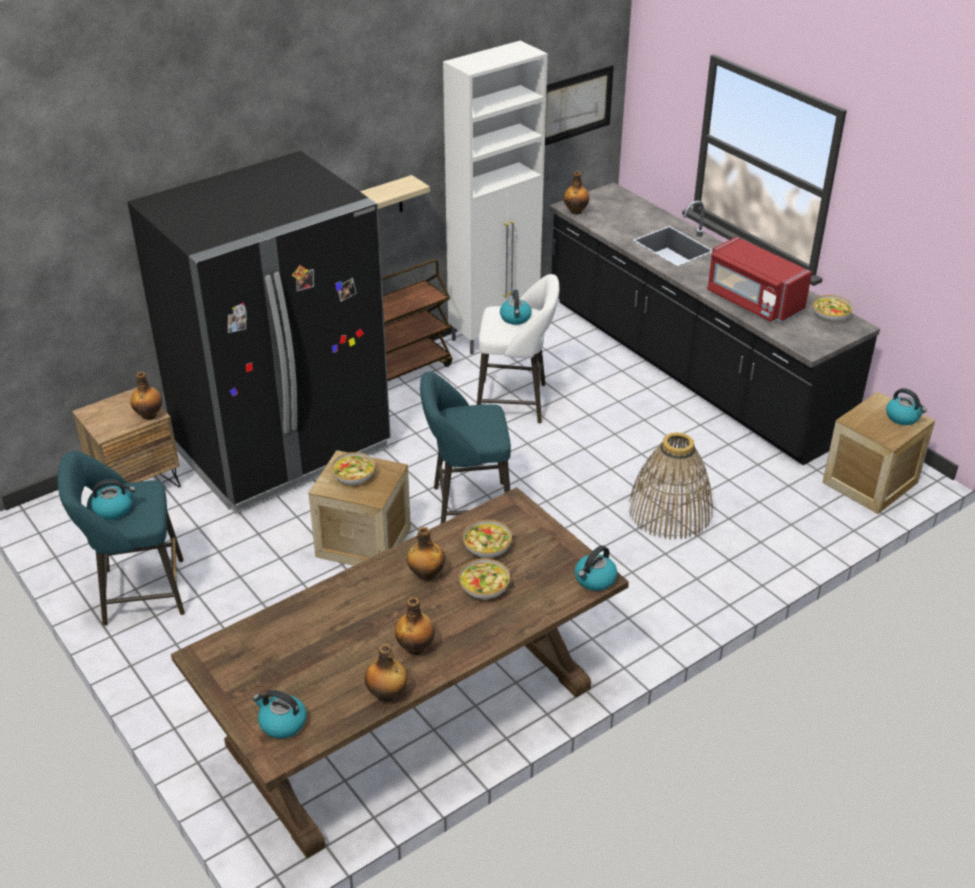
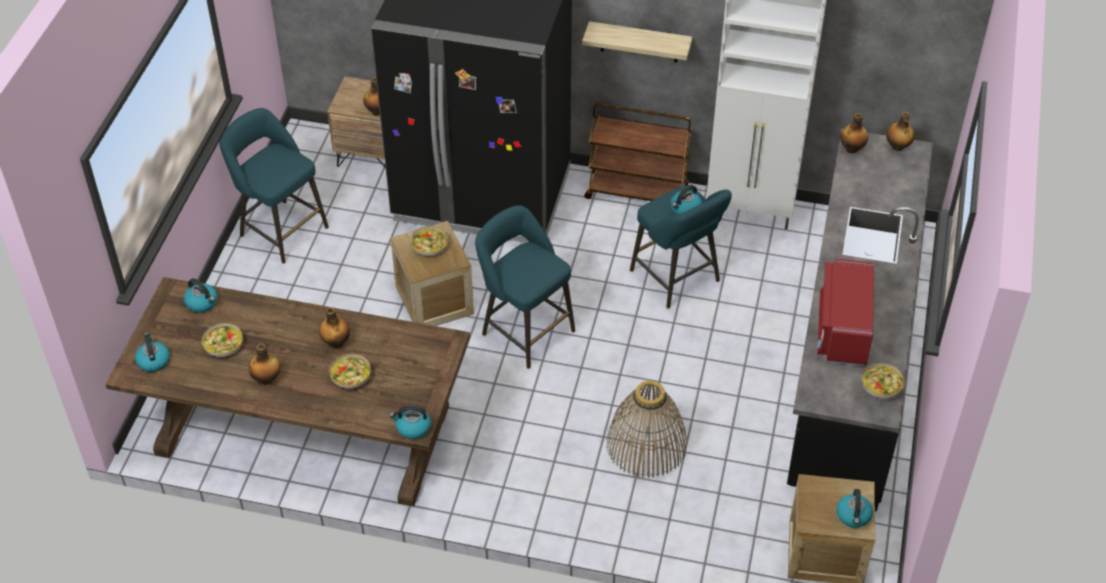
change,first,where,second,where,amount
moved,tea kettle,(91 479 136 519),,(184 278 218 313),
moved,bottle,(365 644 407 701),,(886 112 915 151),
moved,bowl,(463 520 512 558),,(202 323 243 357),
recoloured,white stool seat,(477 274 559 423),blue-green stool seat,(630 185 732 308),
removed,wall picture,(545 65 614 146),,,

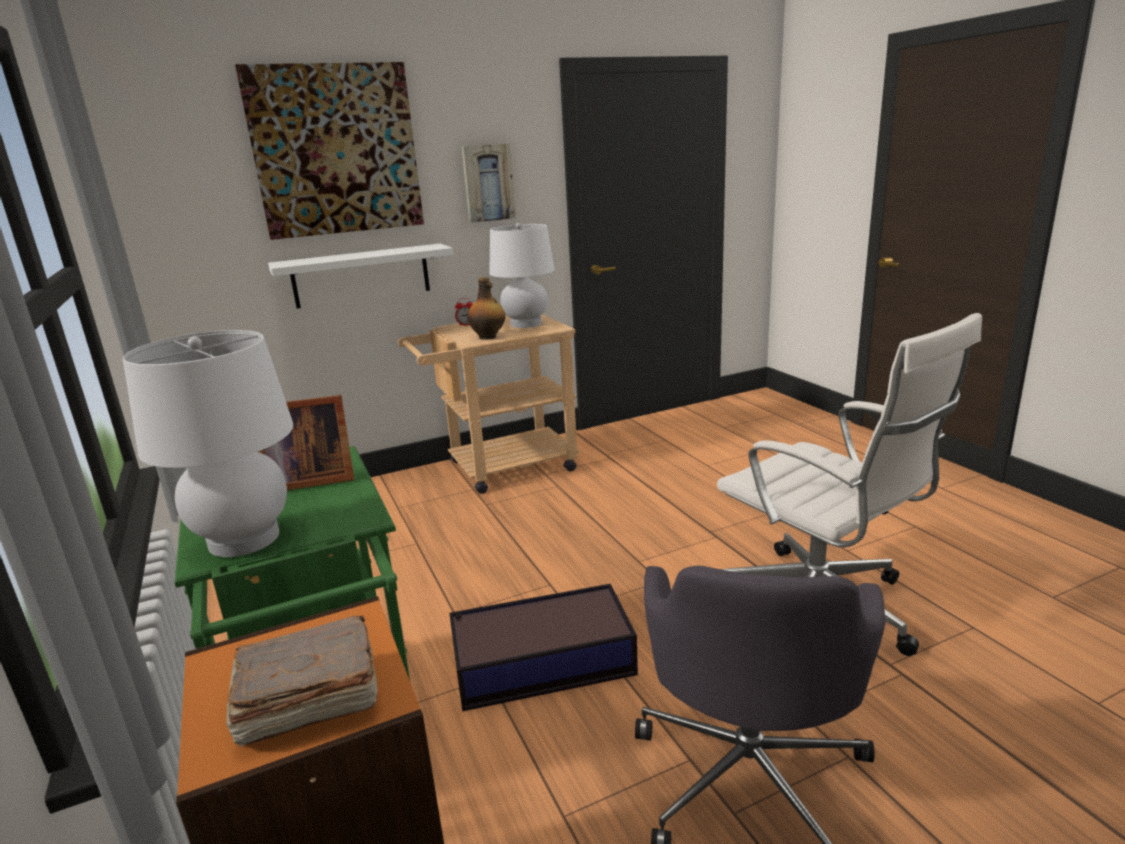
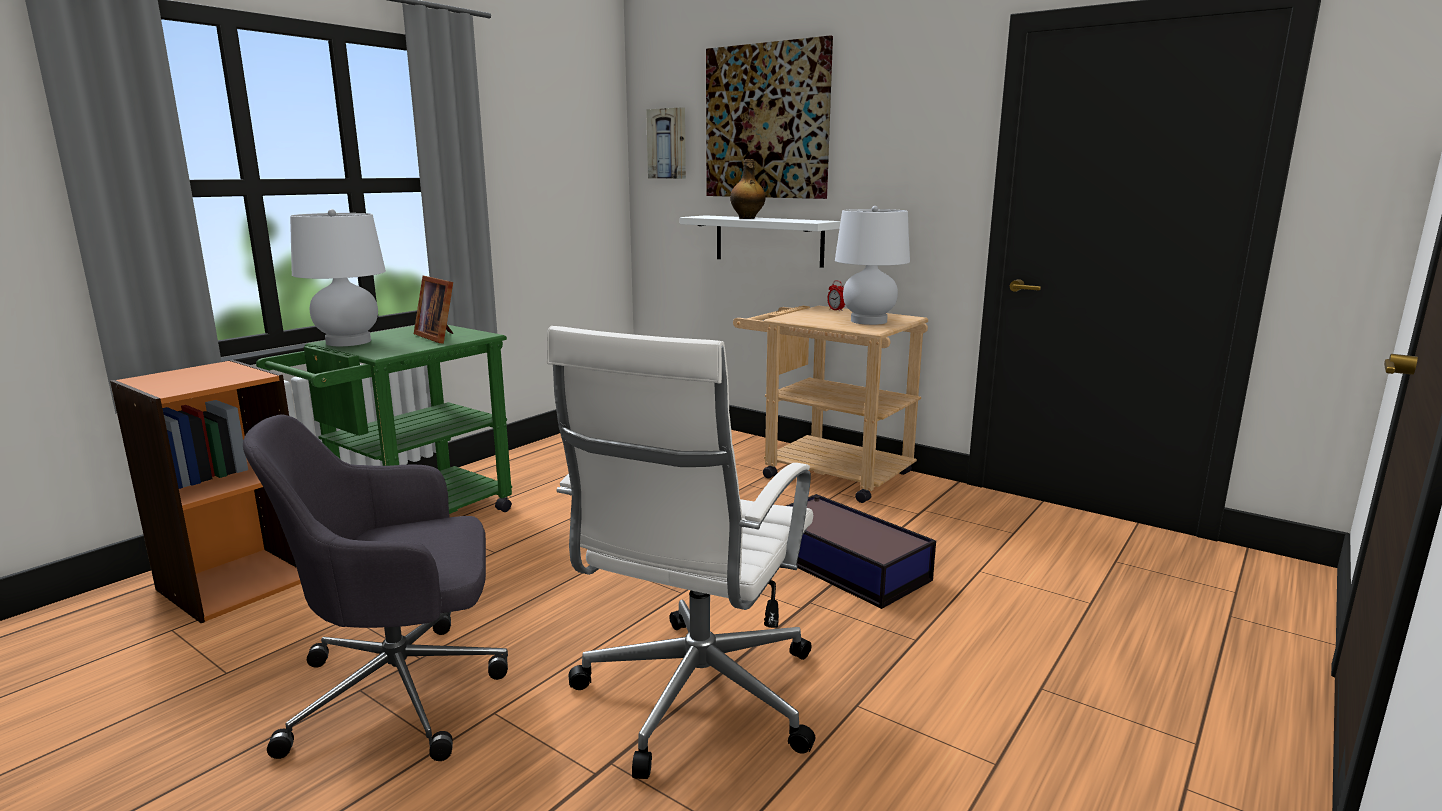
change,first,where,second,where,amount
removed,brown-coloured volume,(226 615 378 747),,,
moved,storage container,(449 584 638 711),,(786 494 936 609),
moved,wall picture,(462 144 515 223),,(646 107 686 179),
moved,bottle,(467 277 505 340),,(730 159 766 219),

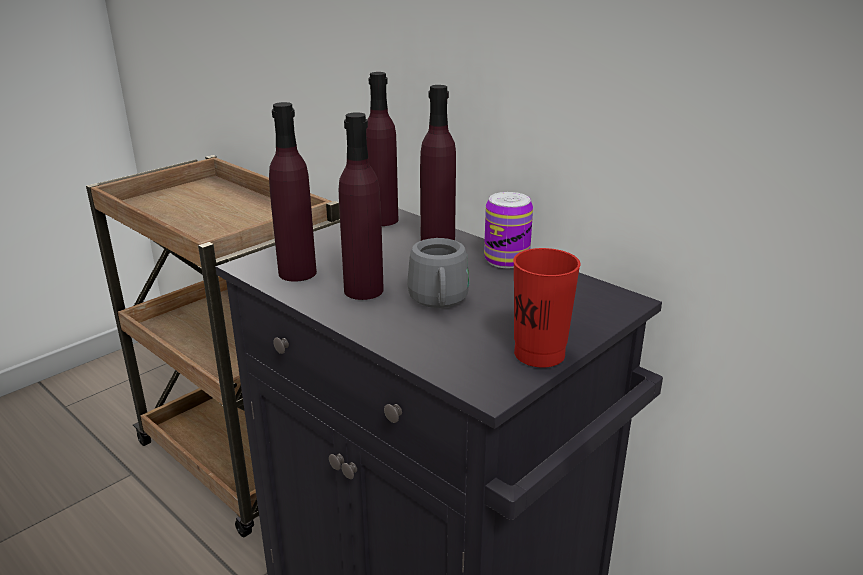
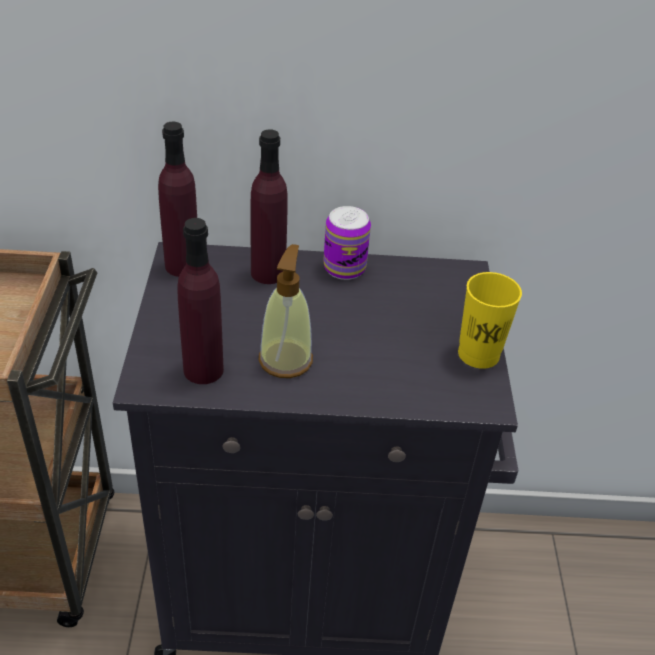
change,first,where,second,where,amount
replaced,purplish bottle,(339 112 384 300),soap dispenser,(258 244 313 378),
removed,grey tea mug,(407 238 469 308),,,
recoloured,red-coloured cup,(513 248 581 368),yellow cup,(458 272 522 369),

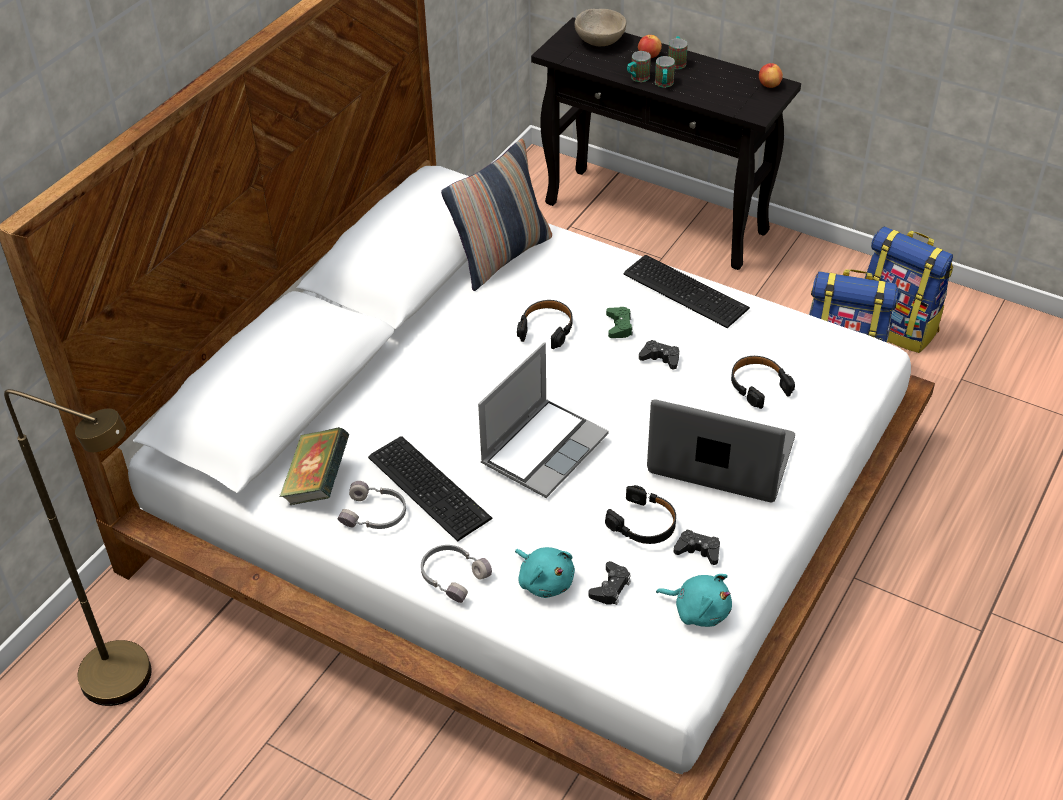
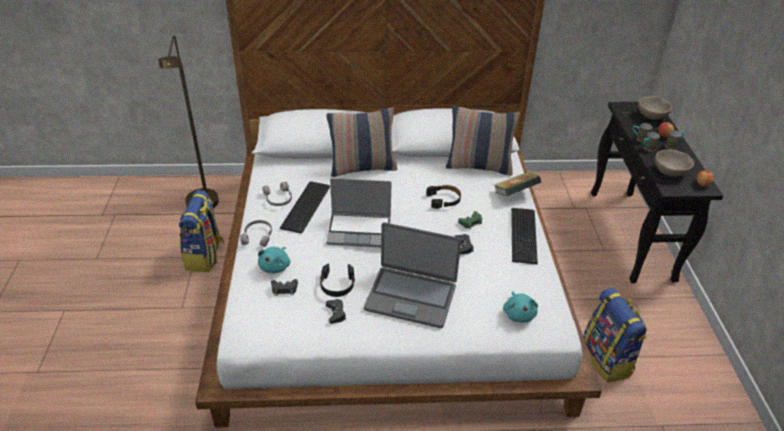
change,first,where,second,where,amount
moved,volume,(280 427 349 505),,(494 172 541 196),
turned,laptop,(647 399 795 502),,(364 222 461 328),120 degrees clockwise
moved,blue-green soft toy,(656 574 732 627),,(503 291 538 323),
removed,blackish headphones,(731 356 795 409),,,
moved,rucksack,(864 227 953 353),,(179 190 225 272),
added,,,cushion,(326 107 397 177),
added,,,beige-coloured bowl,(655 149 694 177),

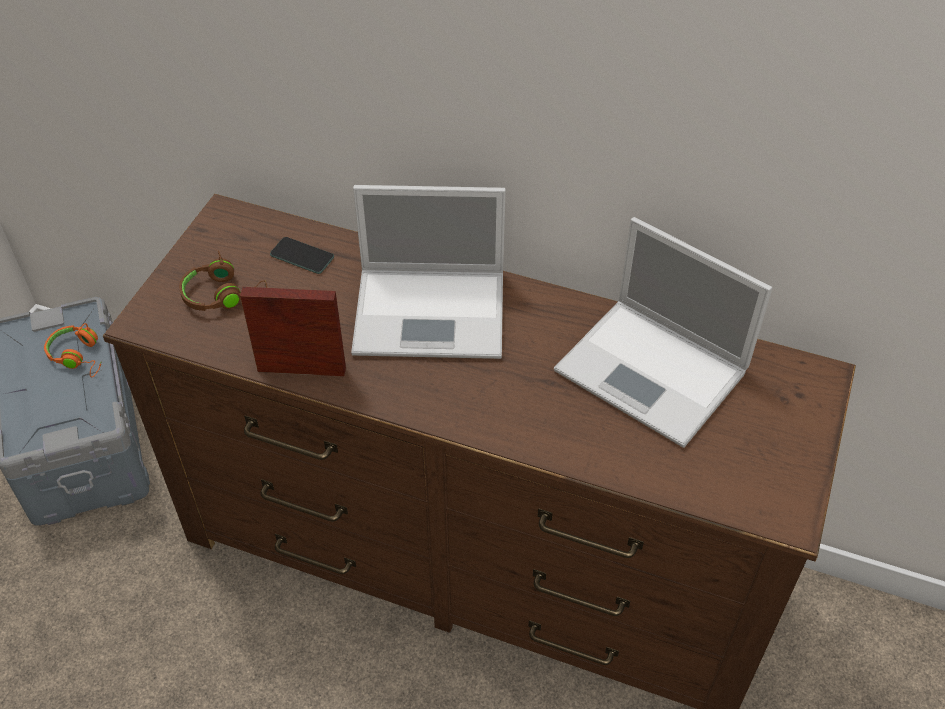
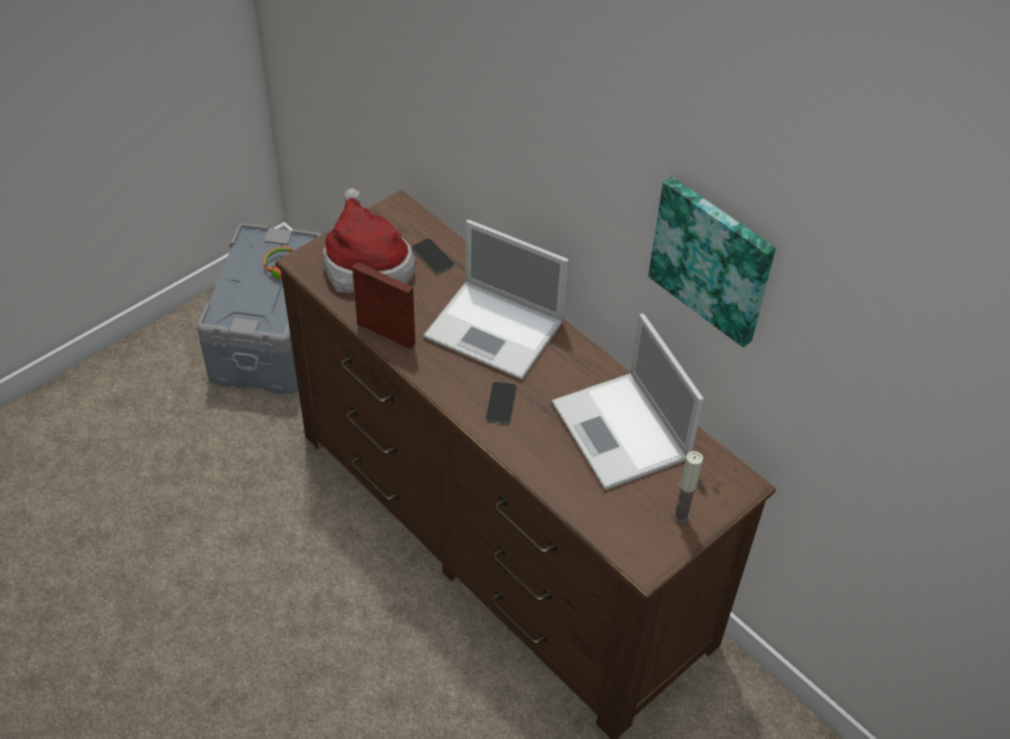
change,first,where,second,where,amount
replaced,brown-coloured headphones,(179 251 268 311),hat,(323 188 416 293),
added,,,phone,(486 382 517 424),
added,,,wall picture,(648 177 776 348),
added,,,candle,(673 451 703 523),

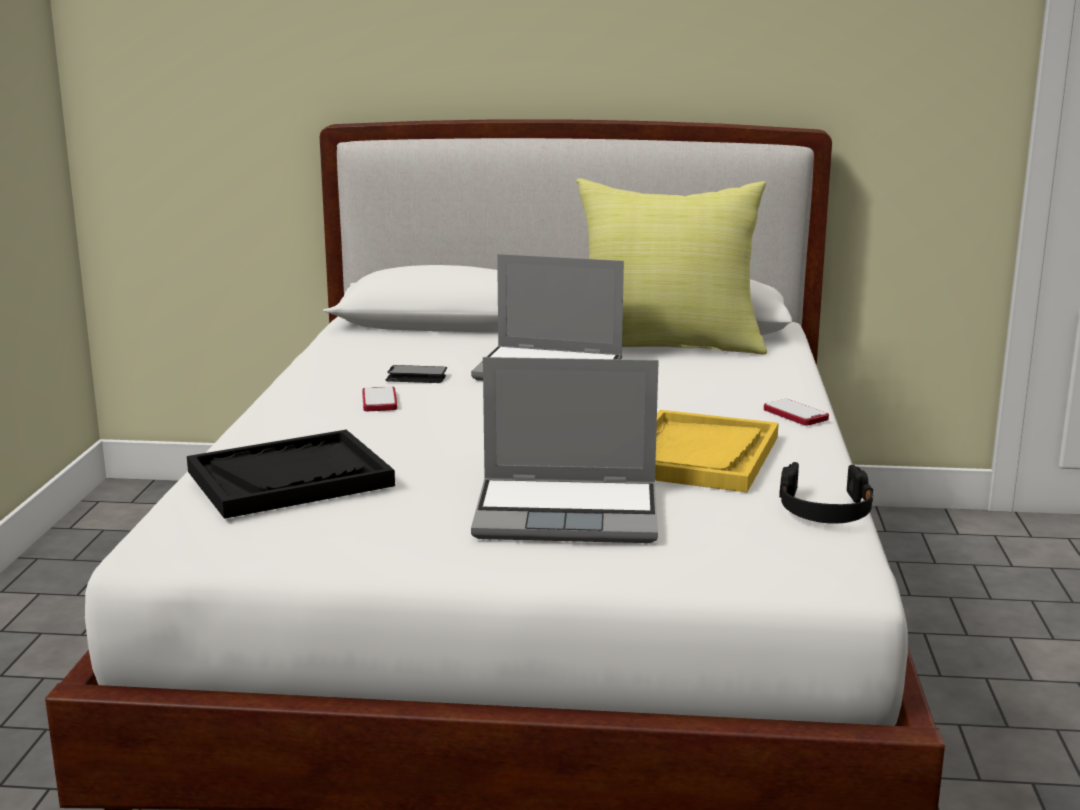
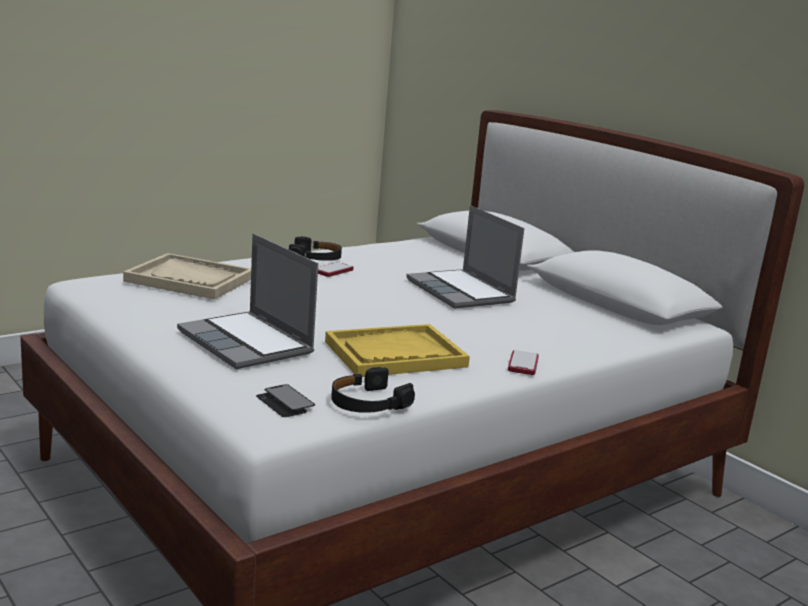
change,first,where,second,where,amount
recoloured,blackish carrying tray,(187 430 395 519),beige-coloured carrying tray,(123 253 251 300),
moved,phone,(386 365 447 383),,(256 384 315 417),
removed,yellow cushion,(576 178 767 355),,,
added,,,blackish headphones,(289 237 342 261),

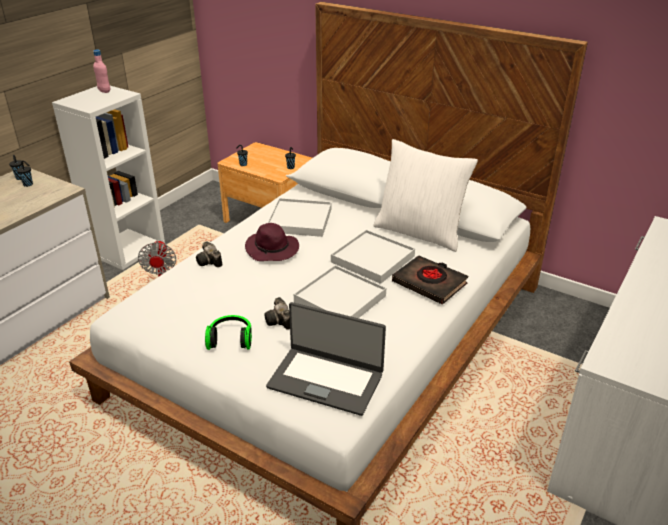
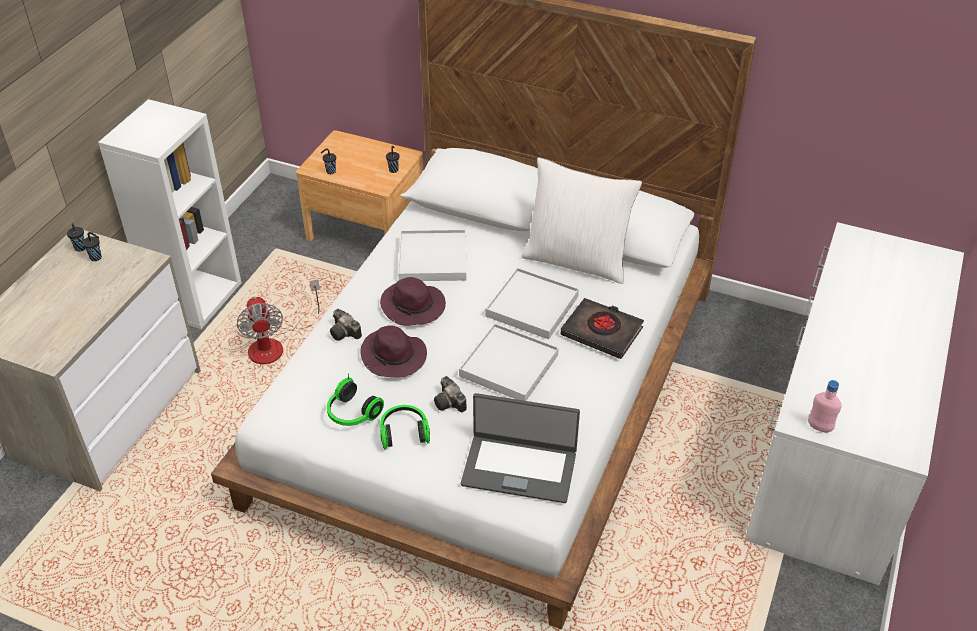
change,first,where,second,where,amount
moved,pink-coloured bottle,(93 50 110 93),,(808 380 842 433),
added,,,headphones,(327 373 384 426),
added,,,purplish hat,(360 326 427 378),

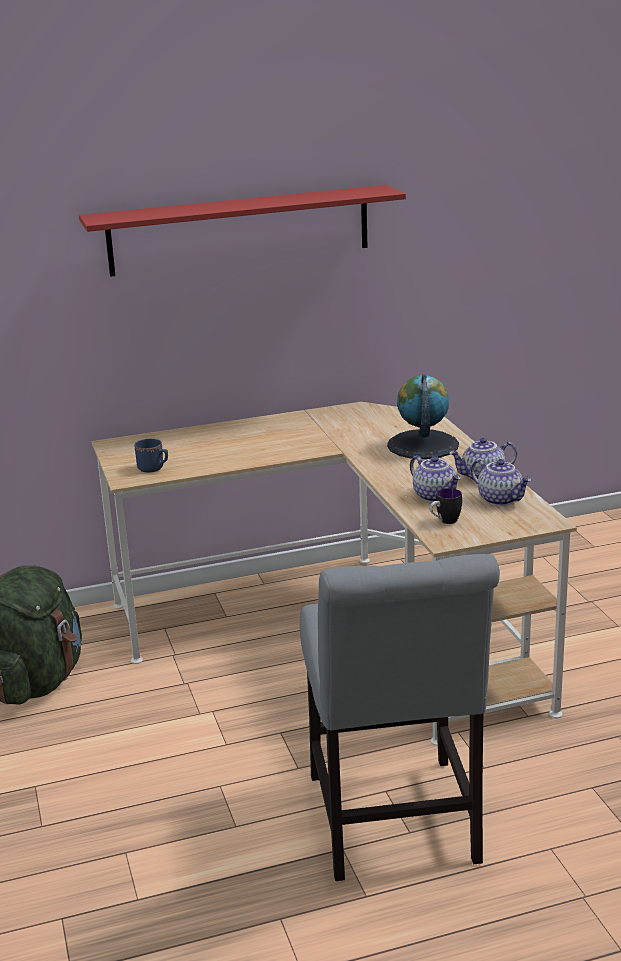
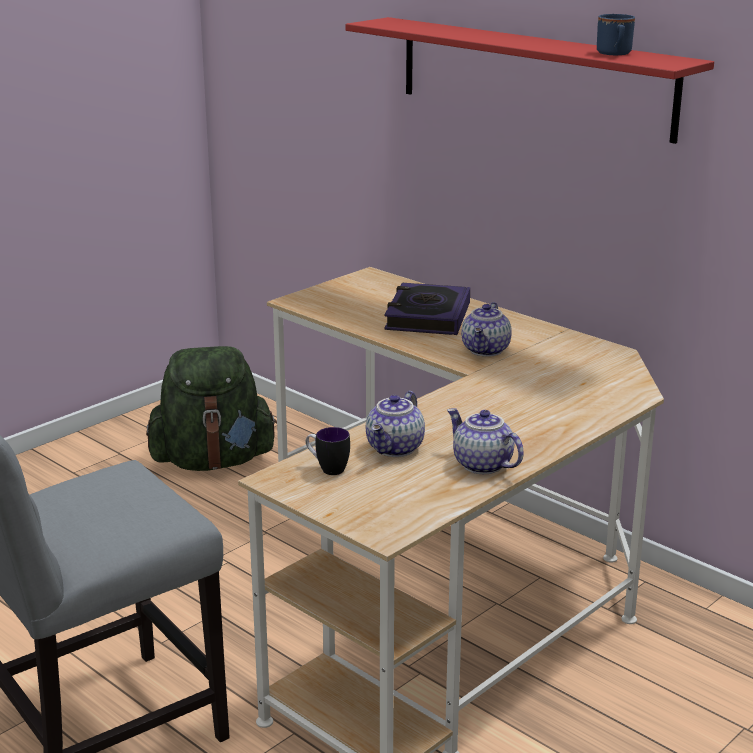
change,first,where,second,where,amount
moved,bluish tea mug,(134 439 168 472),,(597 14 635 55),
removed,globe,(387 374 459 459),,,
moved,pot for tea,(471 459 531 506),,(461 302 512 357),
added,,,volume,(384 283 470 335),

